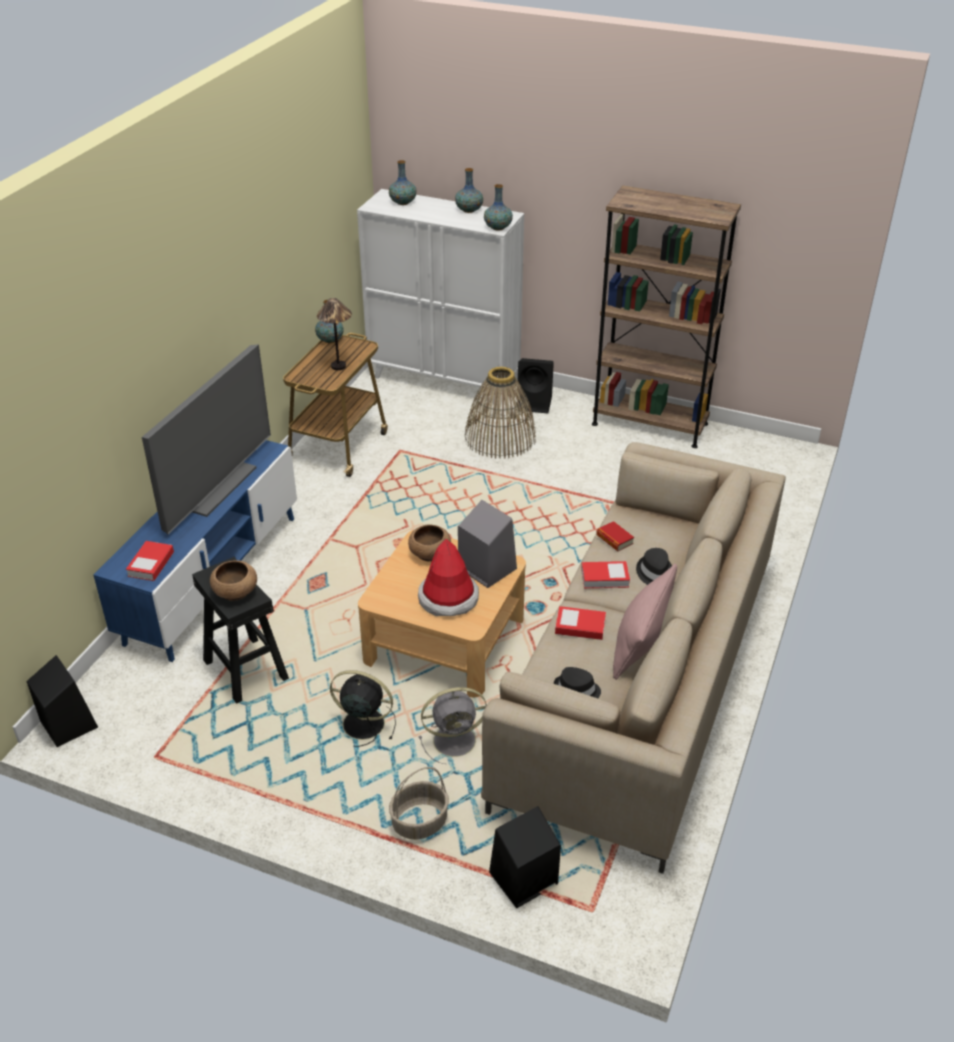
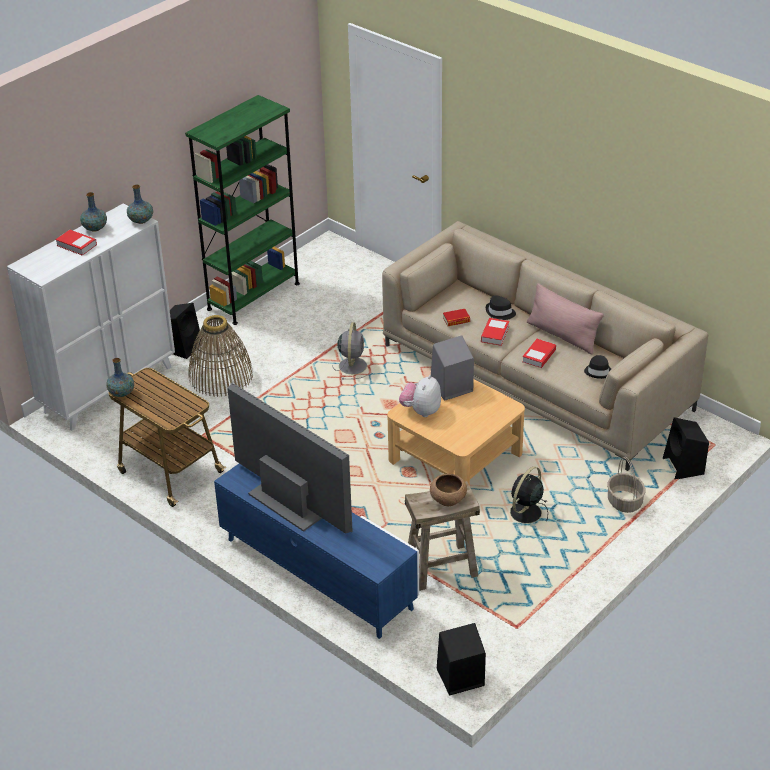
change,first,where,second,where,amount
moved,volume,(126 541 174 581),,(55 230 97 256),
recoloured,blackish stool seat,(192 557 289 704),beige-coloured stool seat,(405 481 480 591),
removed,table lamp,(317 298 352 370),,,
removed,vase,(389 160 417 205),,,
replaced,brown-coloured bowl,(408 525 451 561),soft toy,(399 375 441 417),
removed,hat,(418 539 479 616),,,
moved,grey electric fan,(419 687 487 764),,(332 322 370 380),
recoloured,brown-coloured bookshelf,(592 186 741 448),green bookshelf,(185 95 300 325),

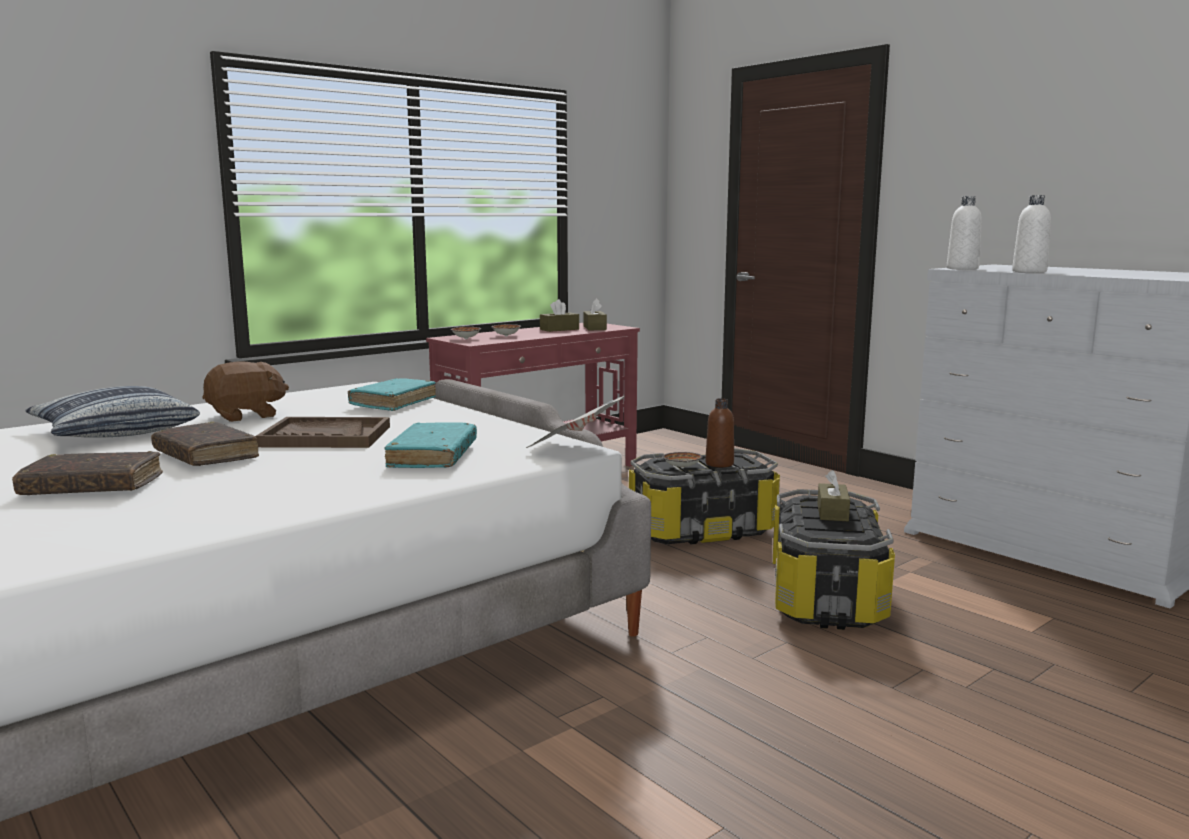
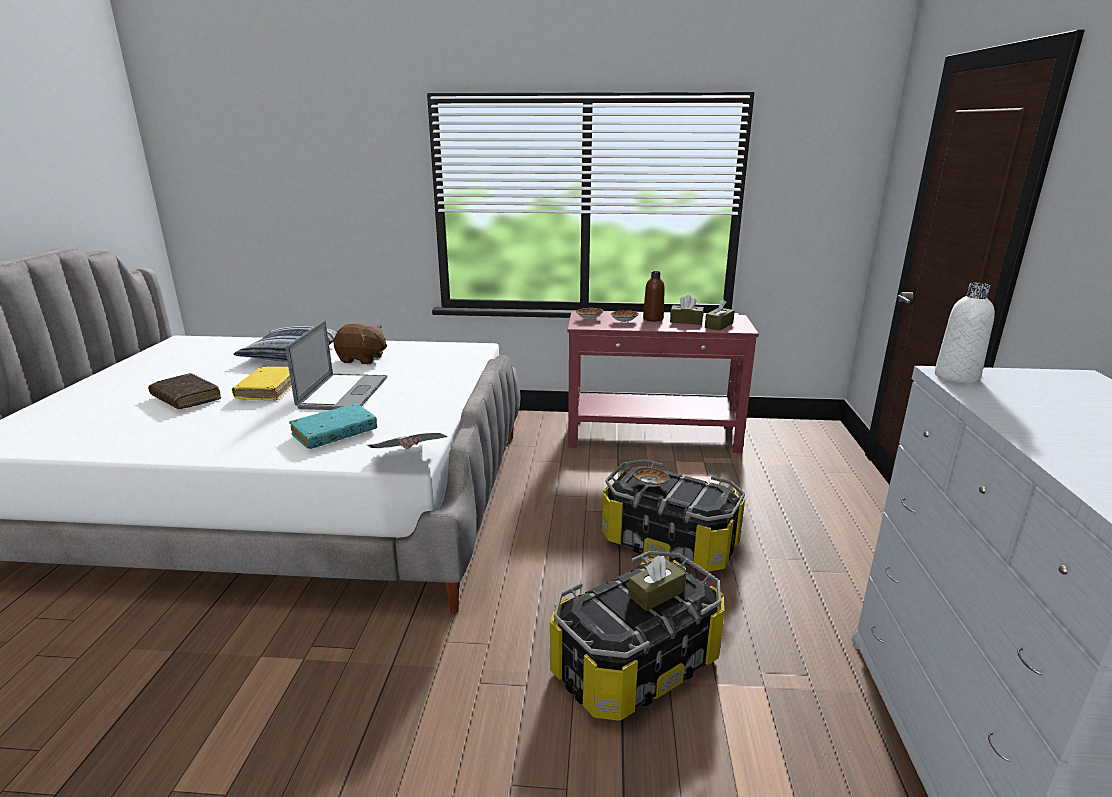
change,first,where,second,where,amount
recoloured,brown-coloured volume,(151 422 259 466),yellow volume,(232 367 292 400),
replaced,brown-coloured carrying tray,(256 417 390 448),laptop,(286 320 387 410),
removed,blue-green volume,(348 378 436 411),,,
moved,brown-coloured bottle,(705 398 734 467),,(643 271 665 322),
removed,white bottle,(1012 195 1051 273),,,

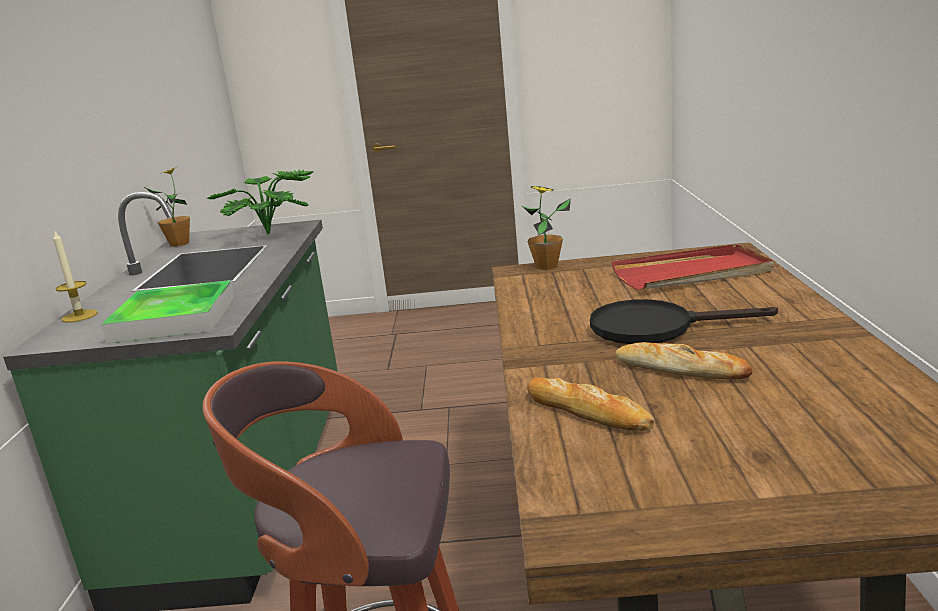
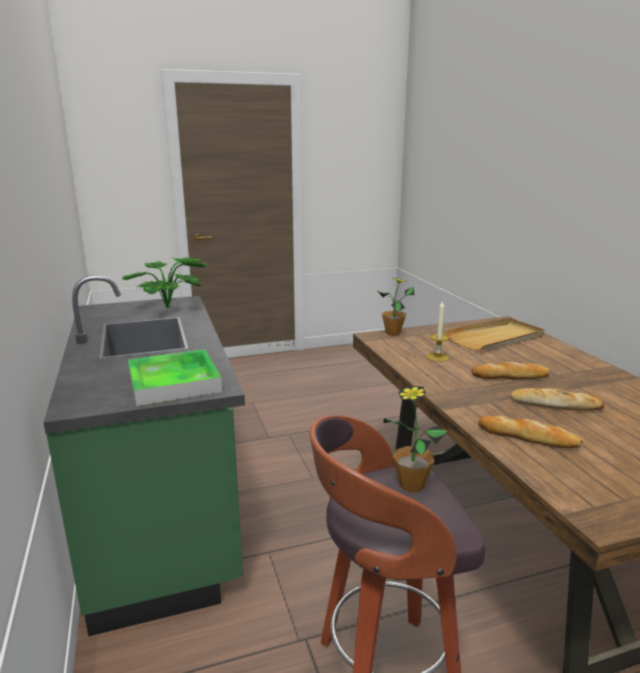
change,first,where,second,where,amount
moved,candle,(53 231 98 323),,(427 300 449 362),
moved,plant in a pot,(145 166 190 247),,(383 386 448 492),
replaced,blackish pan,(590 299 778 344),bakery bread,(472 362 550 379),
recoloured,red-coloured carrying tray,(611 244 774 291),beige-coloured carrying tray,(445 318 545 350),

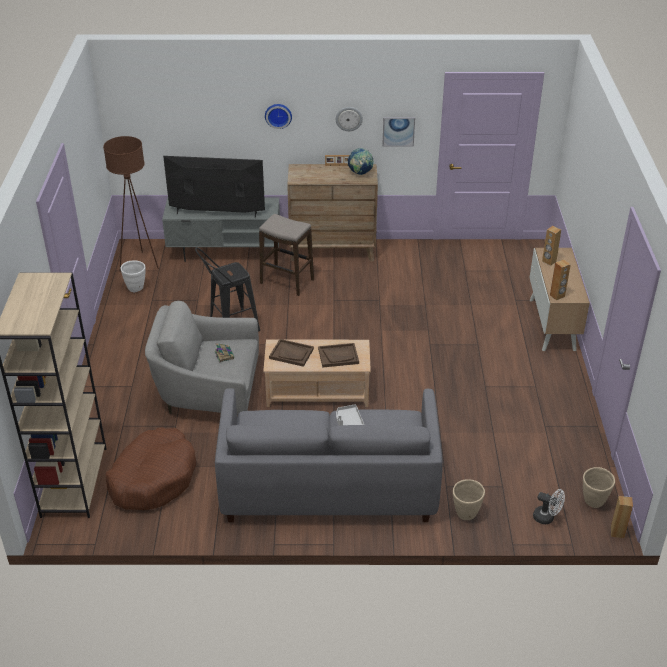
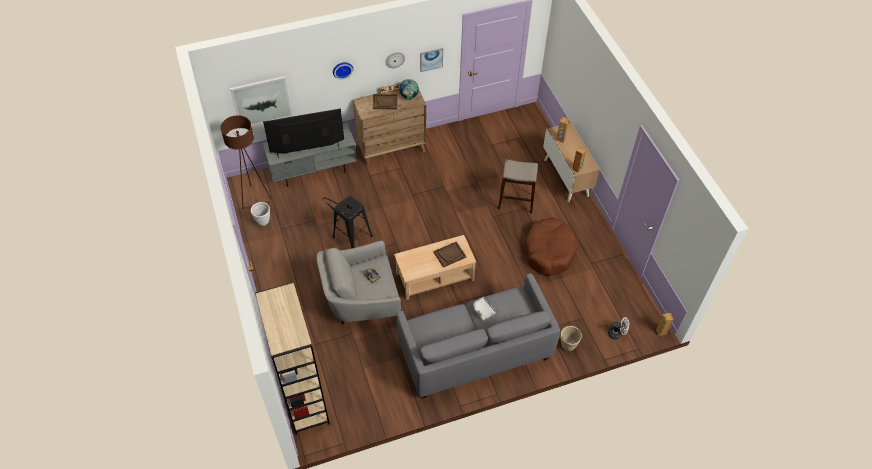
change,first,where,second,where,amount
moved,brown-coloured pet bed,(106 427 196 510),,(524 217 578 276),
moved,stool seat,(259 214 314 296),,(498 159 538 214),
moved,brown-coloured carrying tray,(269 339 314 367),,(373 94 398 109),
removed,beige-coloured planter,(583 467 615 508),,,
added,,,wall picture,(230 76 292 129),

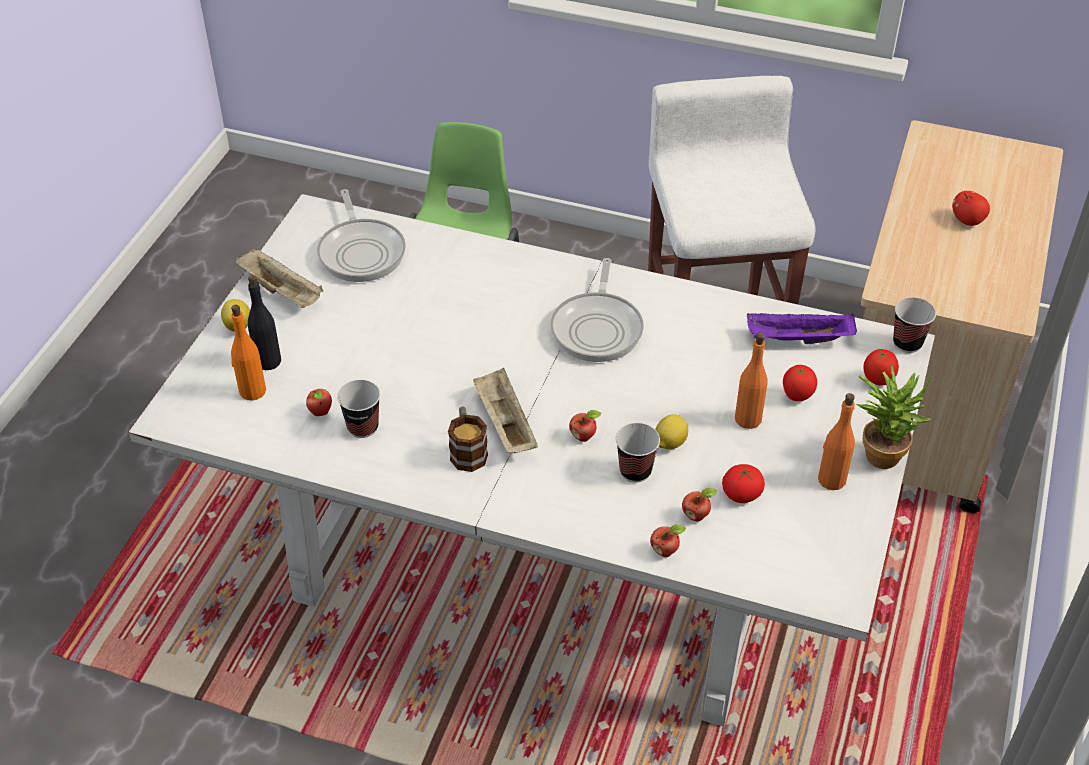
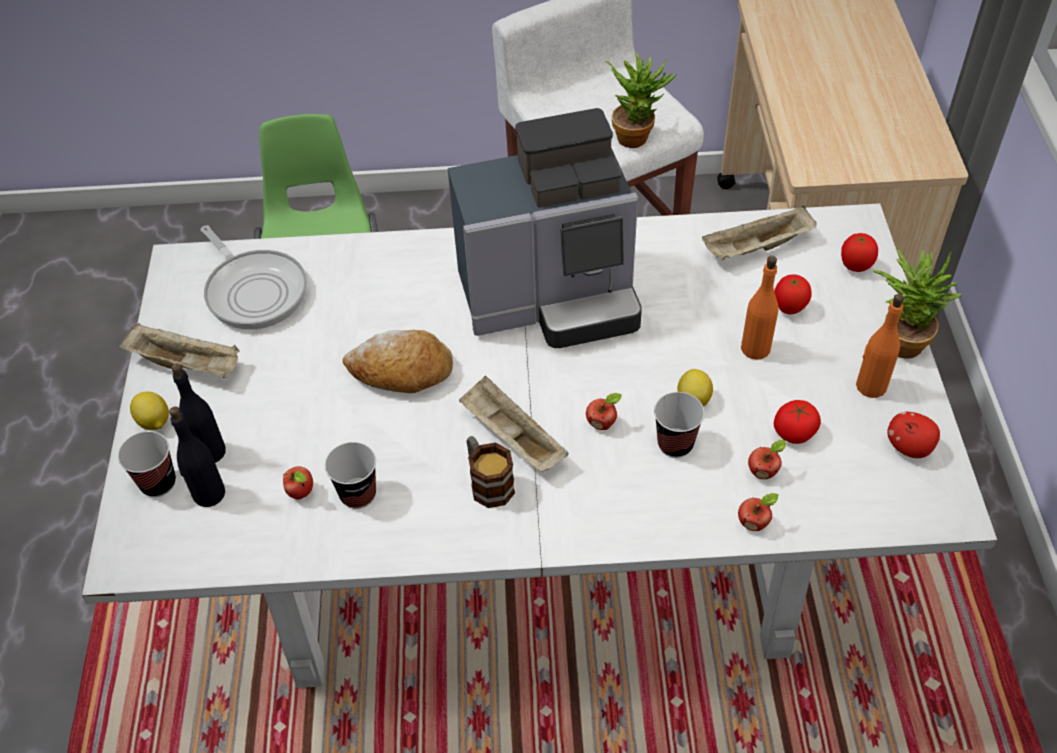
change,first,where,second,where,amount
recoloured,orange-coloured bottle,(231 305 266 401),blackish bottle,(169 406 225 507),
replaced,pan,(550 258 644 362),coffee brewer,(448 108 642 348),
recoloured,purplish carrying tray,(747 313 857 344),beige-coloured carrying tray,(702 205 817 260),
moved,cup,(893 297 936 353),,(118 431 176 497),
moved,apple,(952 191 990 226),,(887 412 940 458),
added,,,bakery bread,(342 329 453 393),
added,,,plant in a pot,(605 53 677 148),

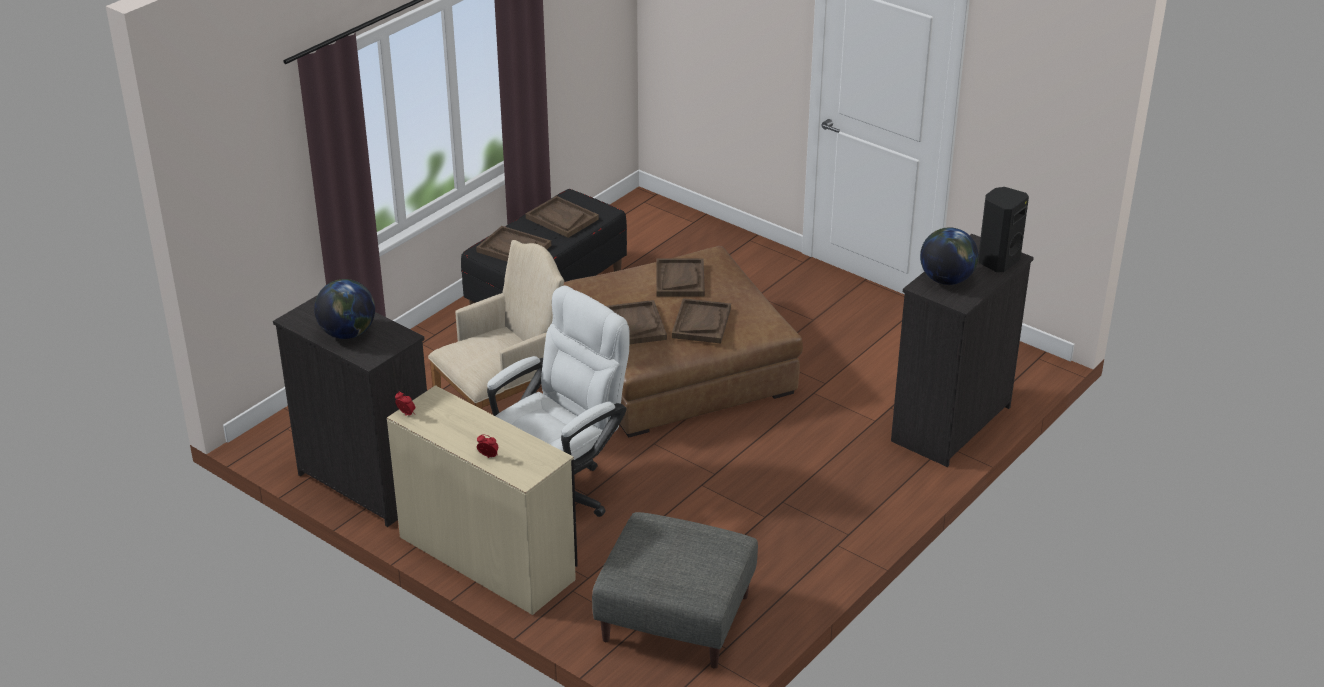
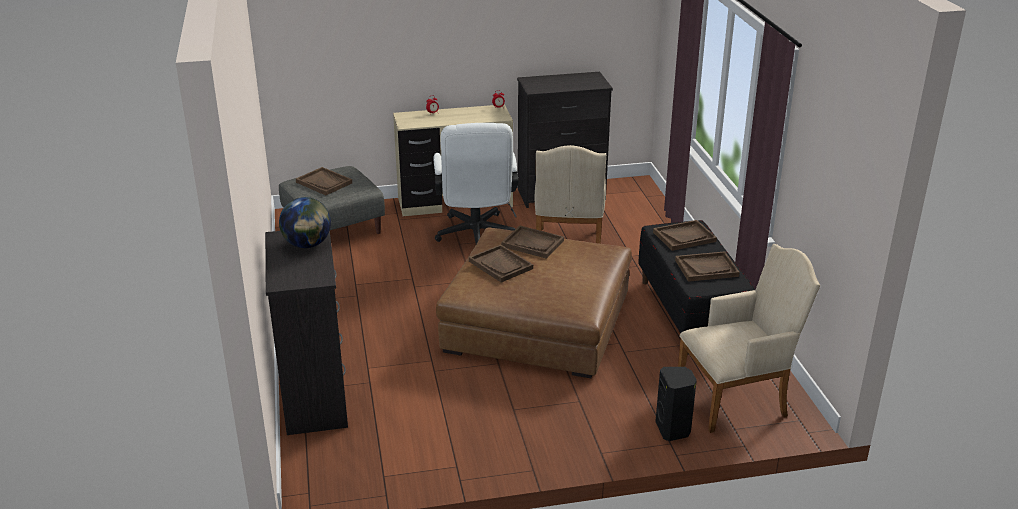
change,first,where,second,where,amount
removed,globe,(314 279 375 339),,,
moved,brown-coloured carrying tray,(656 258 705 297),,(296 167 352 195),
moved,blackish audio speaker,(978 187 1029 272),,(655 367 697 441),
added,,,beige-coloured armchair,(678 244 820 433),

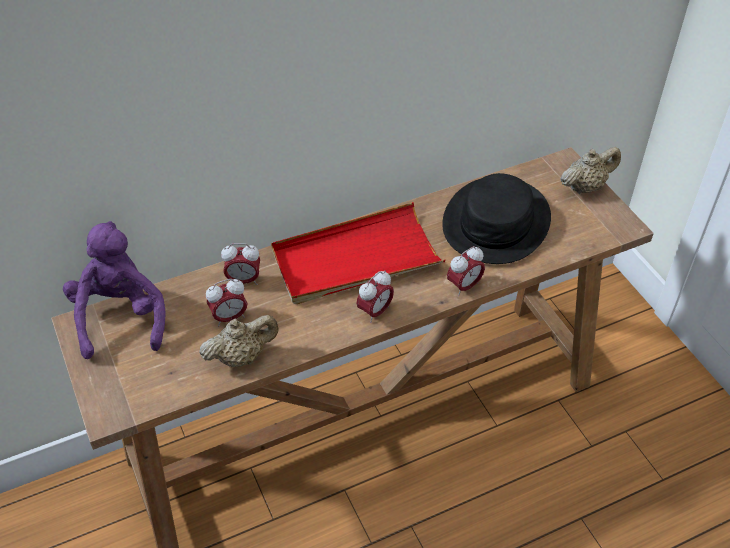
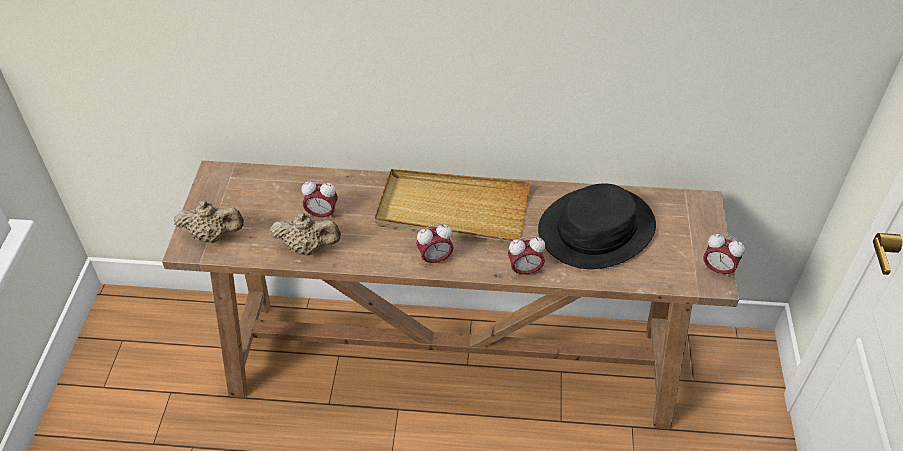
change,first,where,second,where,amount
removed,purplish soft toy,(63 221 166 359),,,
moved,table clock,(221 243 260 285),,(703 234 745 279),
recoloured,red-coloured carrying tray,(271 202 446 304),beige-coloured carrying tray,(375 169 530 242),
moved,beige-coloured pot for tea,(560 147 621 194),,(173 200 244 243),

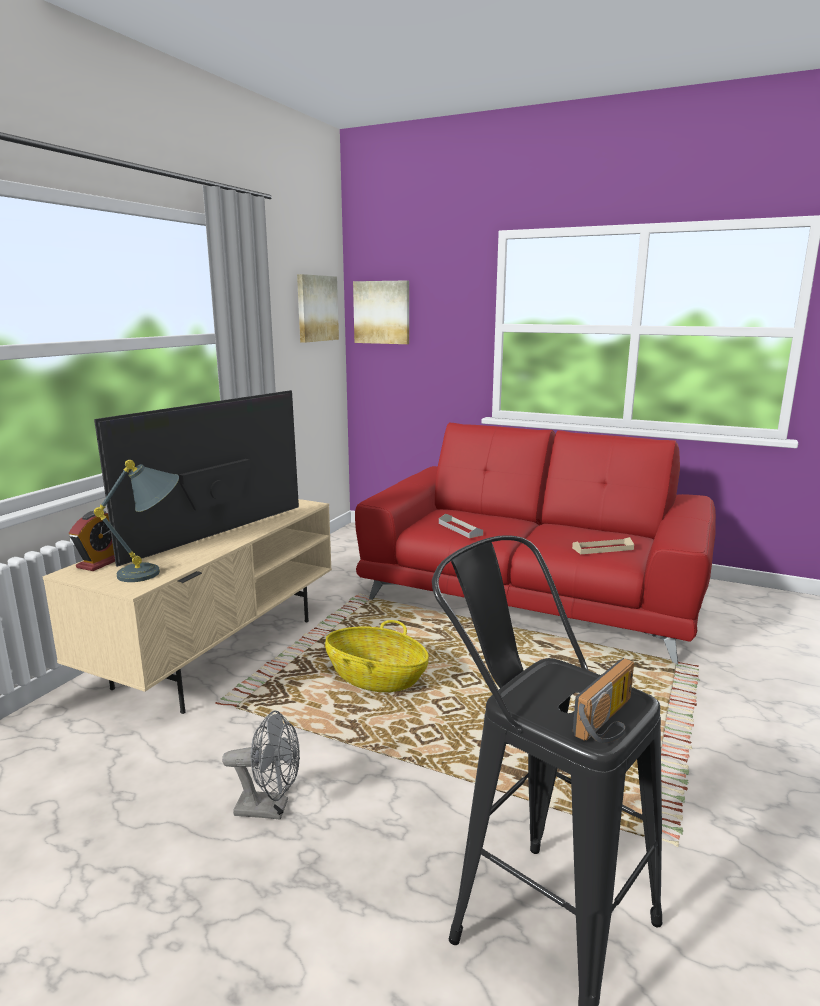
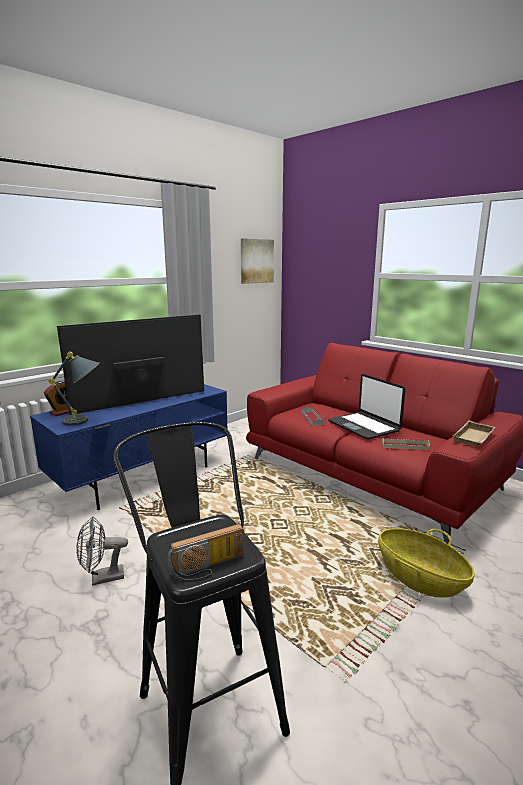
change,first,where,second,where,amount
recoloured,beige-coloured media console,(43 499 332 714),bluish media console,(30 384 227 510),
turned,grey electric fan,(222 710 300 820),,(77 516 128 586),135 degrees clockwise
moved,household basket,(325 620 429 692),,(378 528 475 598),
removed,wall picture,(353 280 409 344),,,
added,,,laptop,(328 374 406 440),
added,,,beige-coloured carrying tray,(452 420 496 446),

